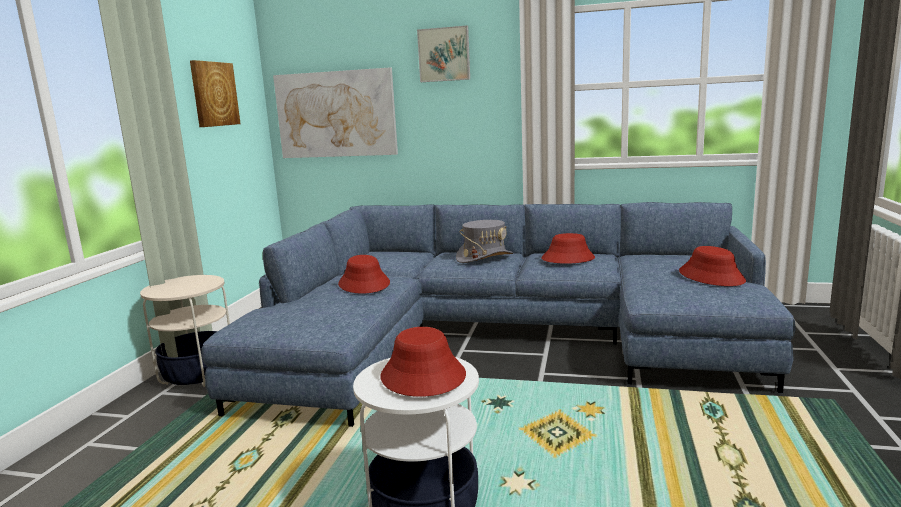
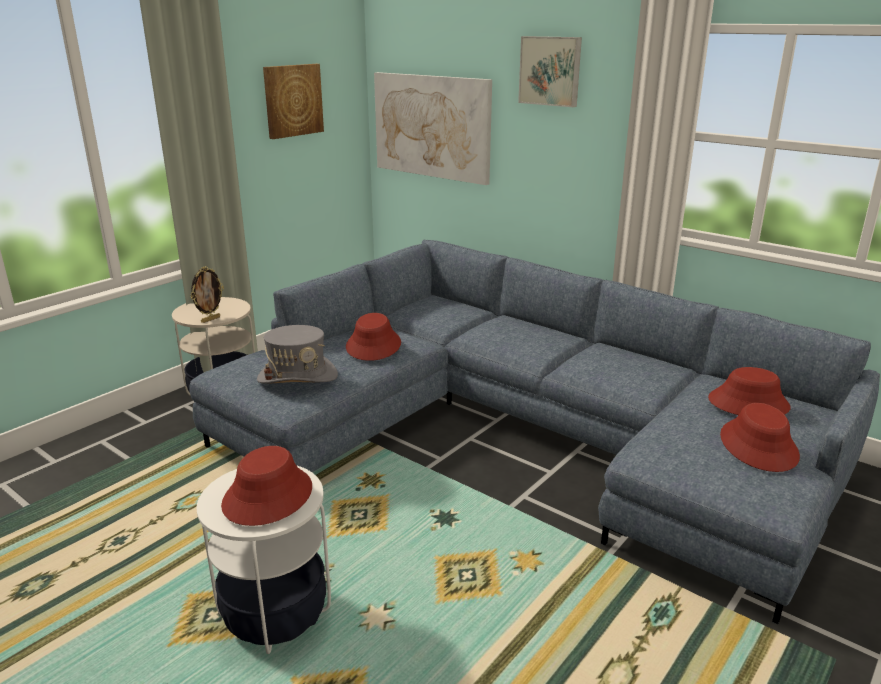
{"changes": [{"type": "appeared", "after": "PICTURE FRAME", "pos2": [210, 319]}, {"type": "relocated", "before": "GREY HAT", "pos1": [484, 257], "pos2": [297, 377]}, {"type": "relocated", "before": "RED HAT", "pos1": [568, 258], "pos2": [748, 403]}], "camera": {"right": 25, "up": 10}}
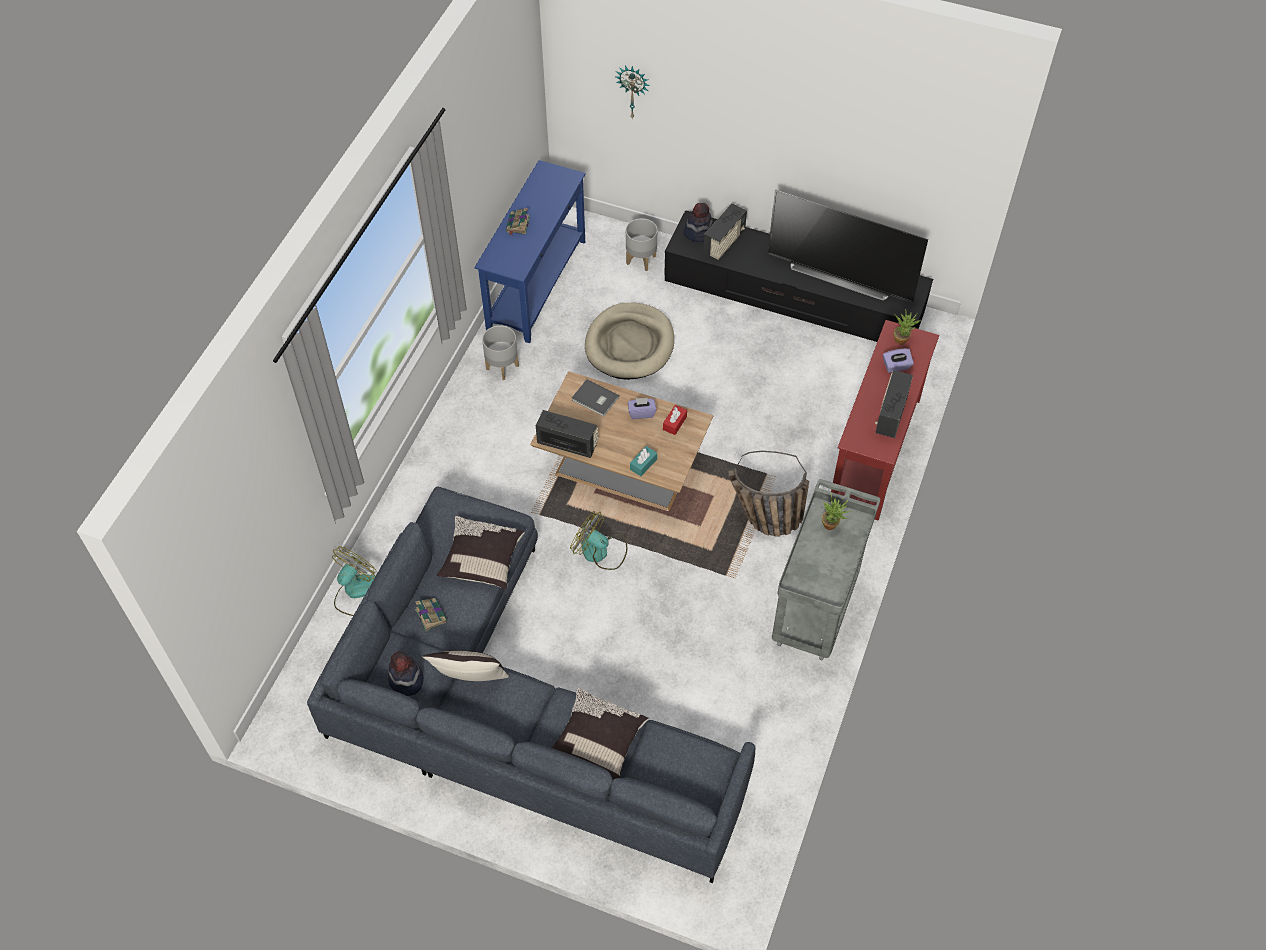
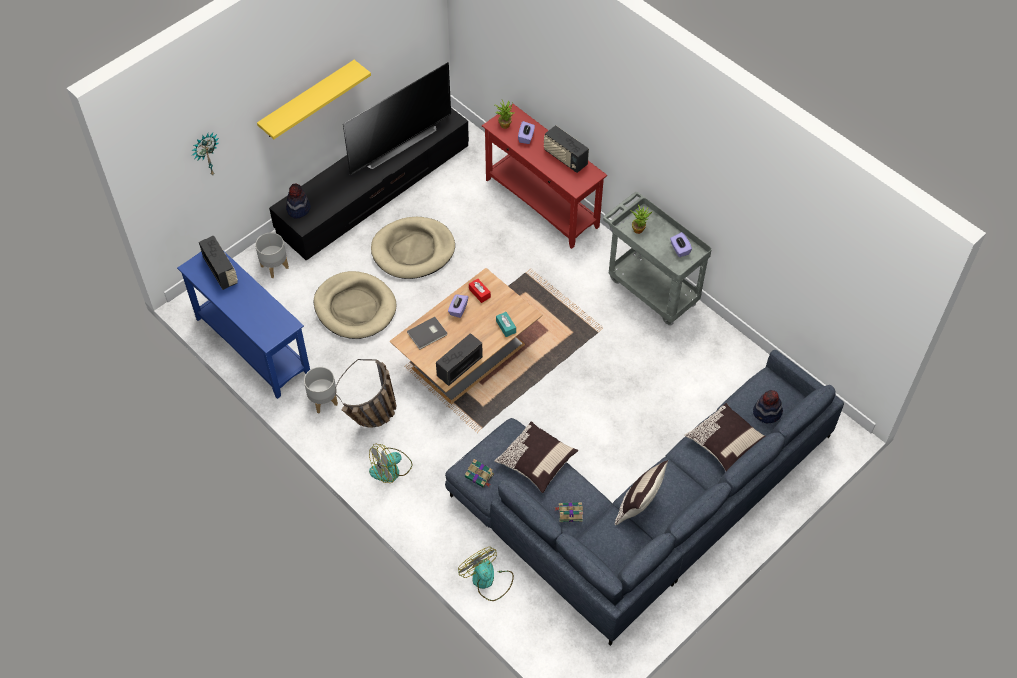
{"changes": [{"type": "relocated", "before": "RADIO", "pos1": [724, 243], "pos2": [221, 271]}, {"type": "appeared", "after": "YELLOW SHELF", "pos2": [307, 100]}, {"type": "relocated", "before": "BASKET", "pos1": [762, 521], "pos2": [373, 419]}, {"type": "relocated", "before": "FAN", "pos1": [600, 552], "pos2": [391, 469]}, {"type": "appeared", "after": "BEIGE DOG BED", "pos2": [413, 250]}, {"type": "relocated", "before": "BOOK", "pos1": [518, 225], "pos2": [480, 476]}, {"type": "appeared", "after": "PURPLE TISSUE BOX", "pos2": [679, 249]}, {"type": "relocated", "before": "HAT", "pos1": [406, 680], "pos2": [767, 413]}], "camera": {"right": -65, "up": 0}}
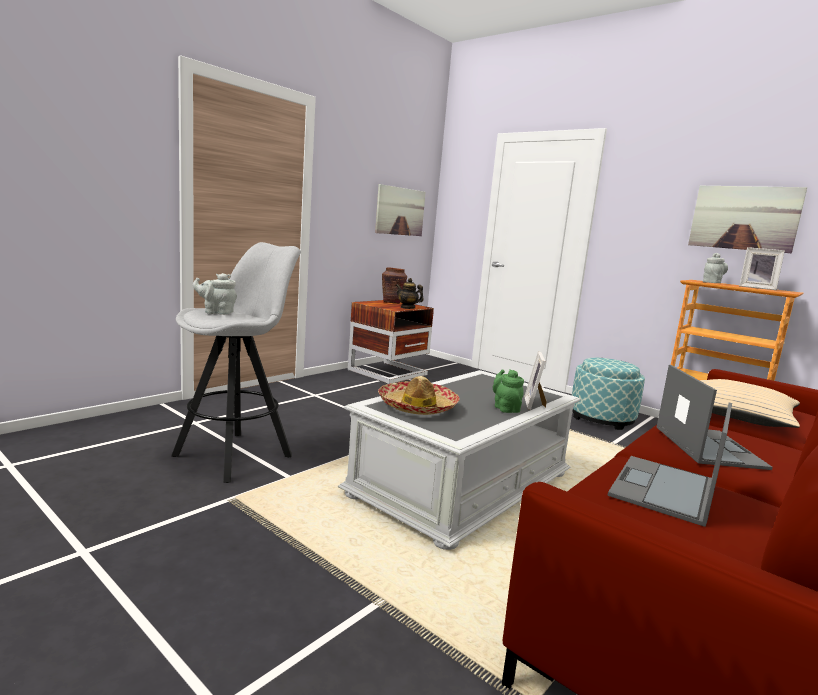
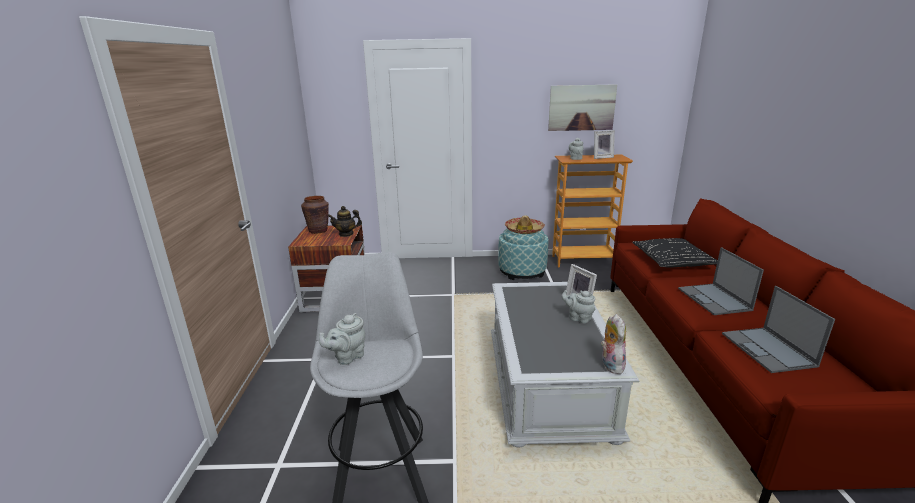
{"changes": [{"type": "relocated", "before": "HAT", "pos1": [417, 407], "pos2": [524, 230]}, {"type": "colour", "before": "GREEN TEAPOT", "after": "GREY TEAPOT", "pos1": [505, 408], "pos2": [578, 318]}, {"type": "appeared", "after": "PLUSH TOY", "pos2": [610, 365]}, {"type": "colour", "before": "BEIGE PILLOW", "after": "BLACK PILLOW", "pos1": [739, 415], "pos2": [672, 260]}, {"type": "spun", "before": "LAPTOP", "pos1": [707, 446], "pos2": [714, 299], "turn": -150}, {"type": "missing", "before": "PICTURE", "pos1": [400, 211]}], "camera": {"right": -40, "up": 10}}
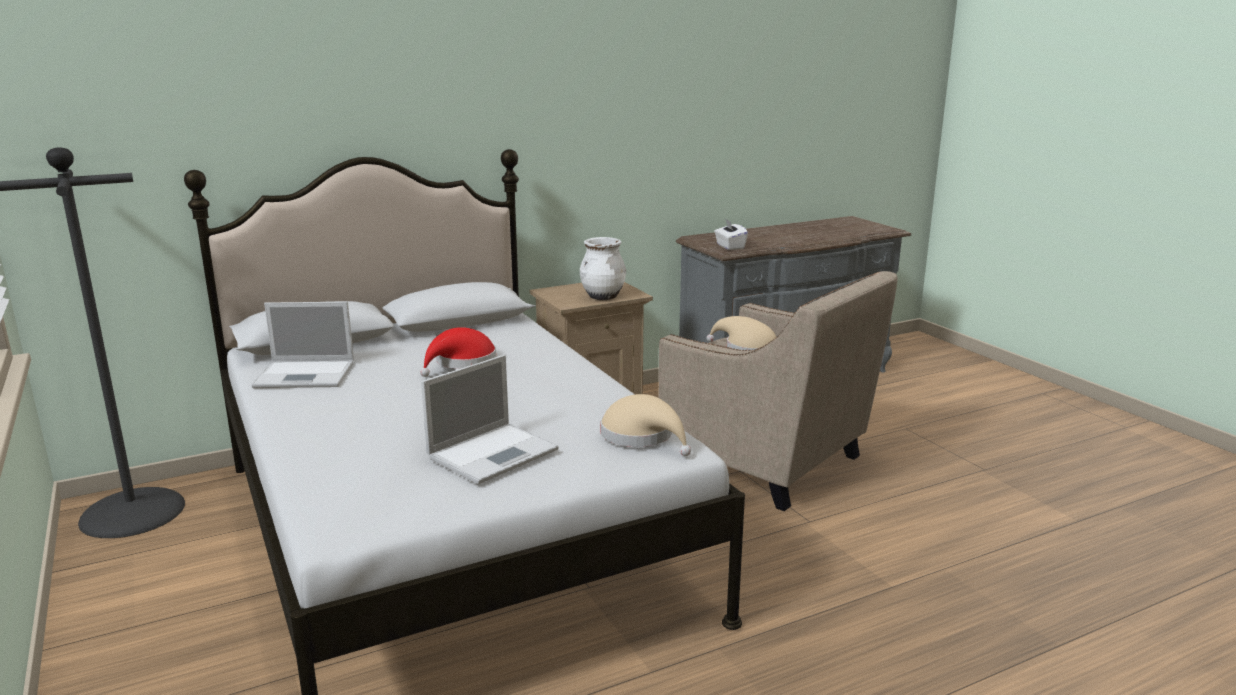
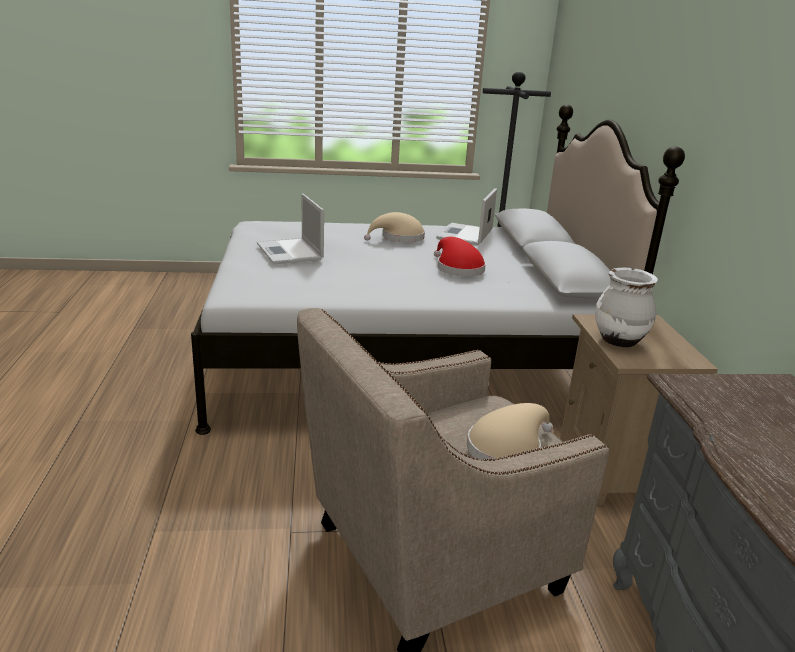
{"changes": [{"type": "relocated", "before": "BEIGE HAT", "pos1": [641, 436], "pos2": [399, 238]}, {"type": "missing", "before": "WHITE TISSUE BOX", "pos1": [730, 246]}], "camera": {"right": 110, "up": 5}}
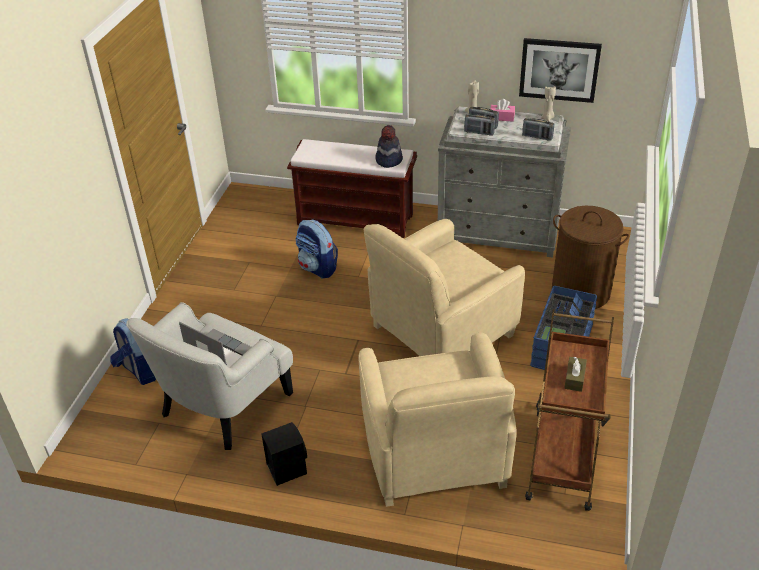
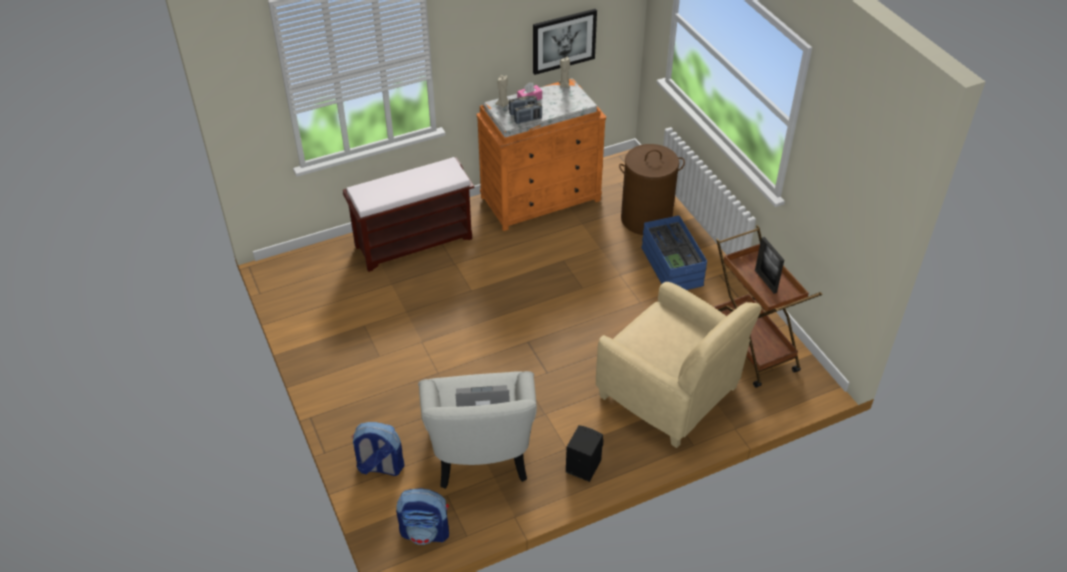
{"changes": [{"type": "relocated", "before": "BACKPACK", "pos1": [318, 268], "pos2": [426, 531]}, {"type": "colour", "before": "GREY DRESSER", "after": "ORANGE DRESSER", "pos1": [498, 232], "pos2": [541, 199]}, {"type": "exchanged", "before": "BROWN TISSUE BOX", "after": "PICTURE FRAME", "pos1": [574, 379], "pos2": [765, 281]}, {"type": "missing", "before": "BEIGE ARMCHAIR", "pos1": [441, 331]}, {"type": "missing", "before": "HAT", "pos1": [388, 160]}, {"type": "missing", "before": "RADIO", "pos1": [537, 137]}], "camera": {"right": -40, "up": 5}}
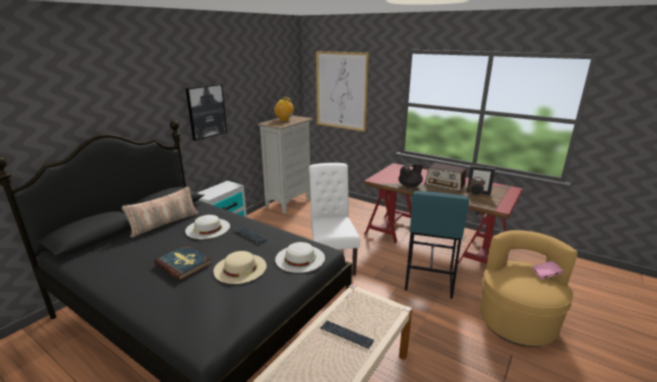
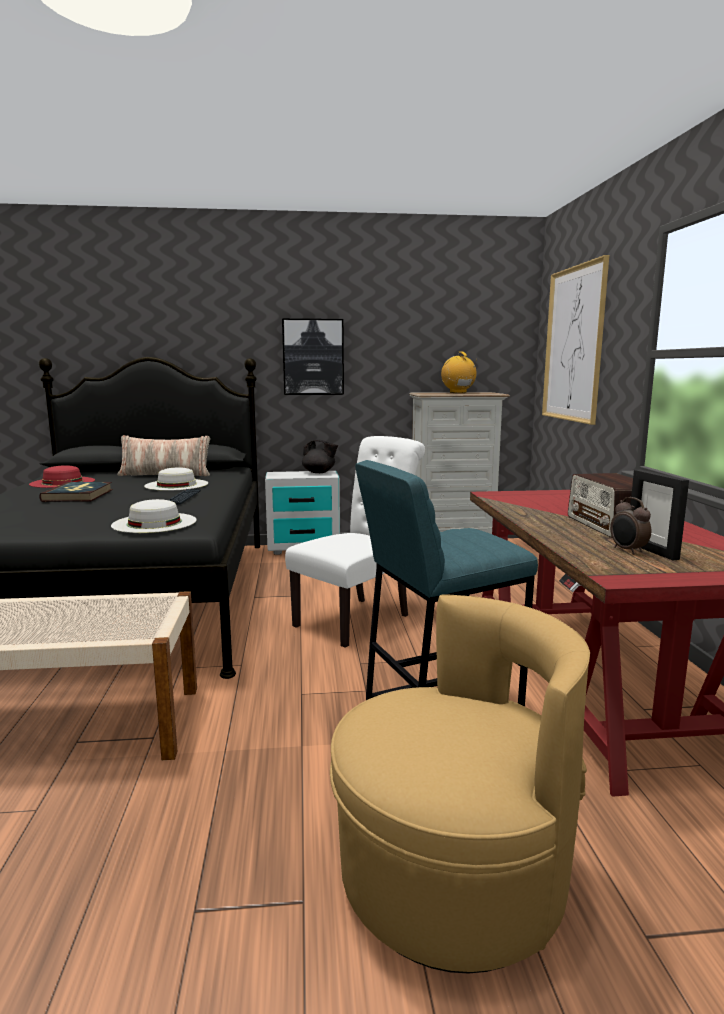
{"changes": [{"type": "appeared", "after": "RED HAT", "pos2": [62, 482]}, {"type": "relocated", "before": "BLACK TEAPOT", "pos1": [410, 186], "pos2": [319, 472]}, {"type": "missing", "before": "BEIGE HAT", "pos1": [240, 268]}, {"type": "missing", "before": "KEYBOARD", "pos1": [346, 335]}, {"type": "missing", "before": "PINK BOOK", "pos1": [545, 275]}], "camera": {"right": 50, "up": -10}}
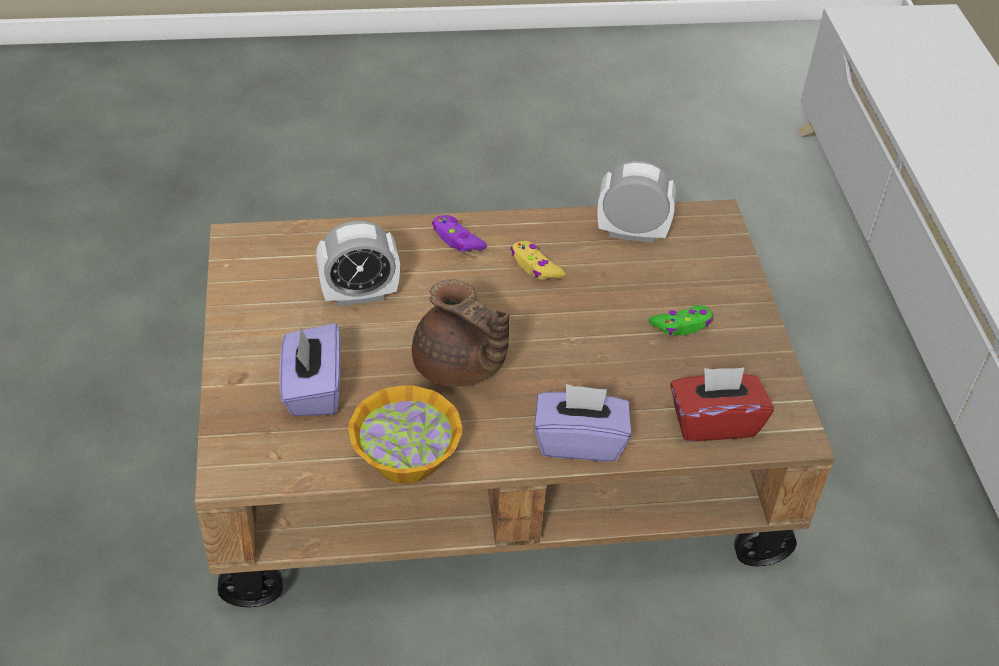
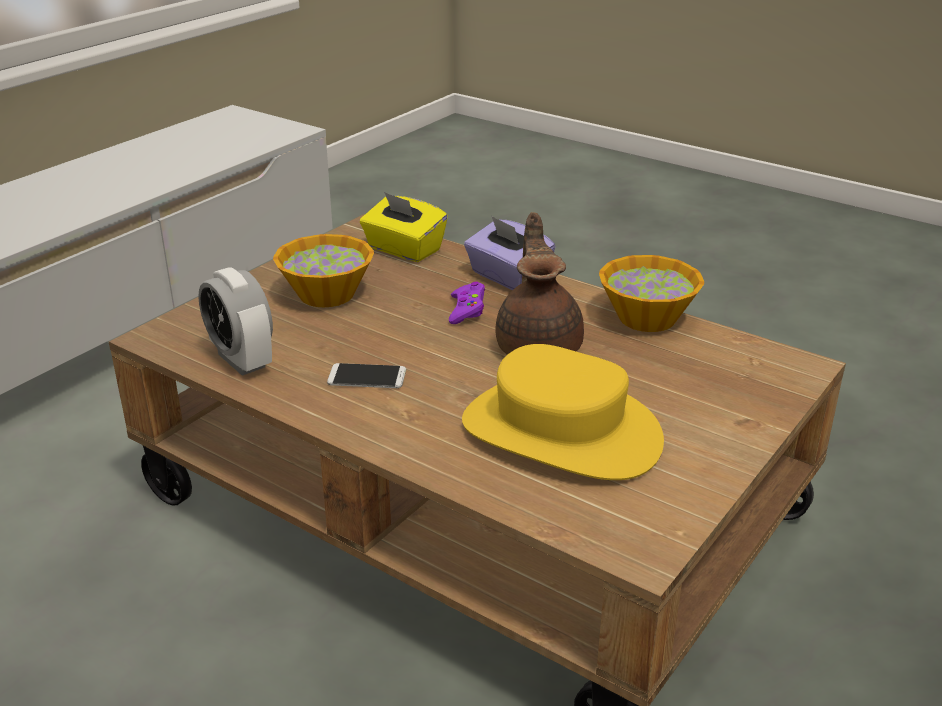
{"changes": [{"type": "exchanged", "before": "GREEN GAME CONTROLLER", "after": "BOWL", "pos1": [682, 325], "pos2": [327, 294]}, {"type": "exchanged", "before": "YELLOW GAME CONTROLLER", "after": "PHONE", "pos1": [535, 266], "pos2": [367, 377]}, {"type": "colour", "before": "RED TISSUE BOX", "after": "YELLOW TISSUE BOX", "pos1": [714, 422], "pos2": [404, 250]}, {"type": "relocated", "before": "PURPLE GAME CONTROLLER", "pos1": [457, 239], "pos2": [467, 310]}, {"type": "exchanged", "before": "ALARM CLOCK", "after": "YELLOW HAT", "pos1": [359, 295], "pos2": [560, 432]}, {"type": "missing", "before": "PURPLE TISSUE BOX", "pos1": [313, 389]}], "camera": {"right": -135, "up": -15}}
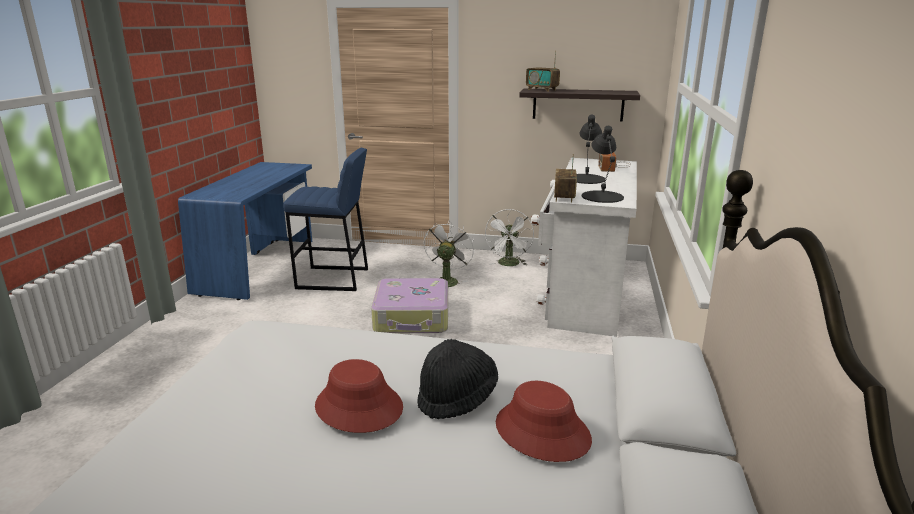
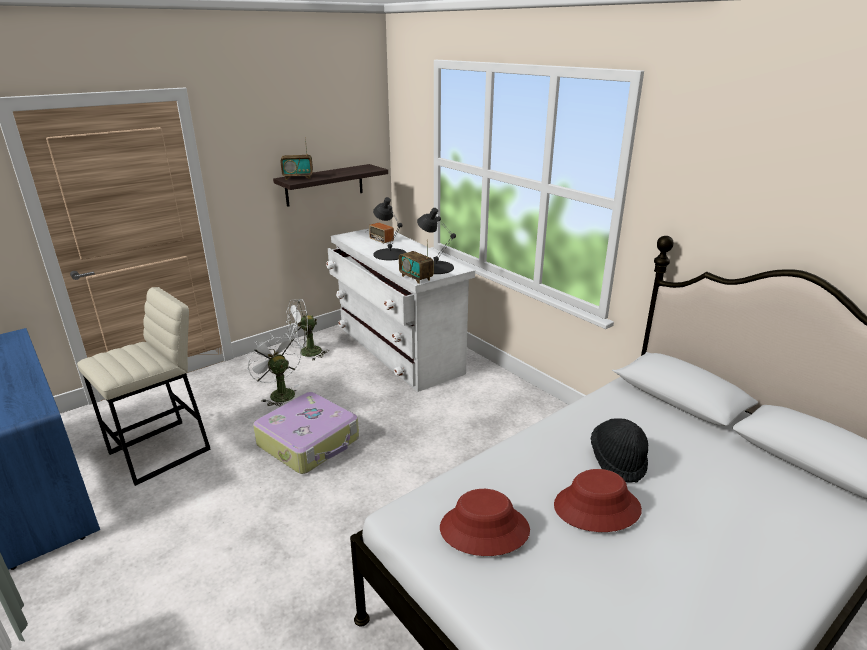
{"changes": [{"type": "colour", "before": "BLUE STOOL", "after": "BEIGE STOOL", "pos1": [335, 279], "pos2": [162, 450]}, {"type": "spun", "before": "WHITE FAN", "pos1": [509, 264], "pos2": [306, 353], "turn": 105}, {"type": "relocated", "before": "RED HAT", "pos1": [541, 432], "pos2": [484, 529]}], "camera": {"right": -50, "up": 5}}
